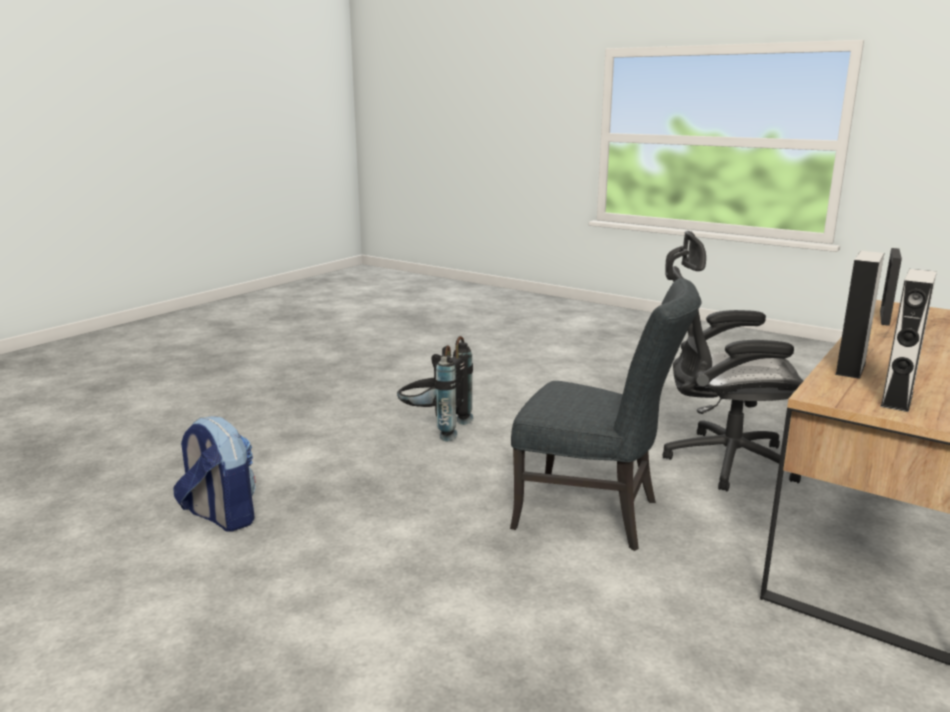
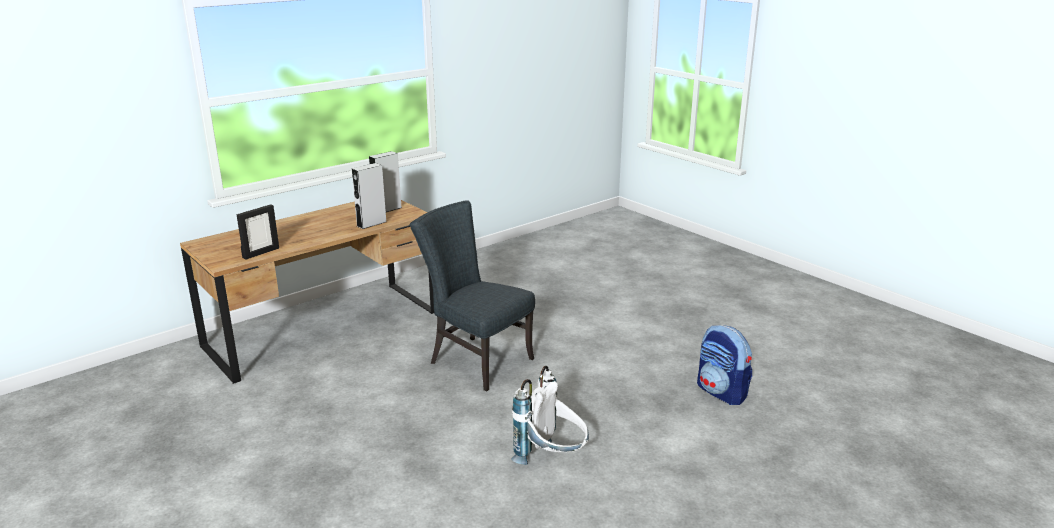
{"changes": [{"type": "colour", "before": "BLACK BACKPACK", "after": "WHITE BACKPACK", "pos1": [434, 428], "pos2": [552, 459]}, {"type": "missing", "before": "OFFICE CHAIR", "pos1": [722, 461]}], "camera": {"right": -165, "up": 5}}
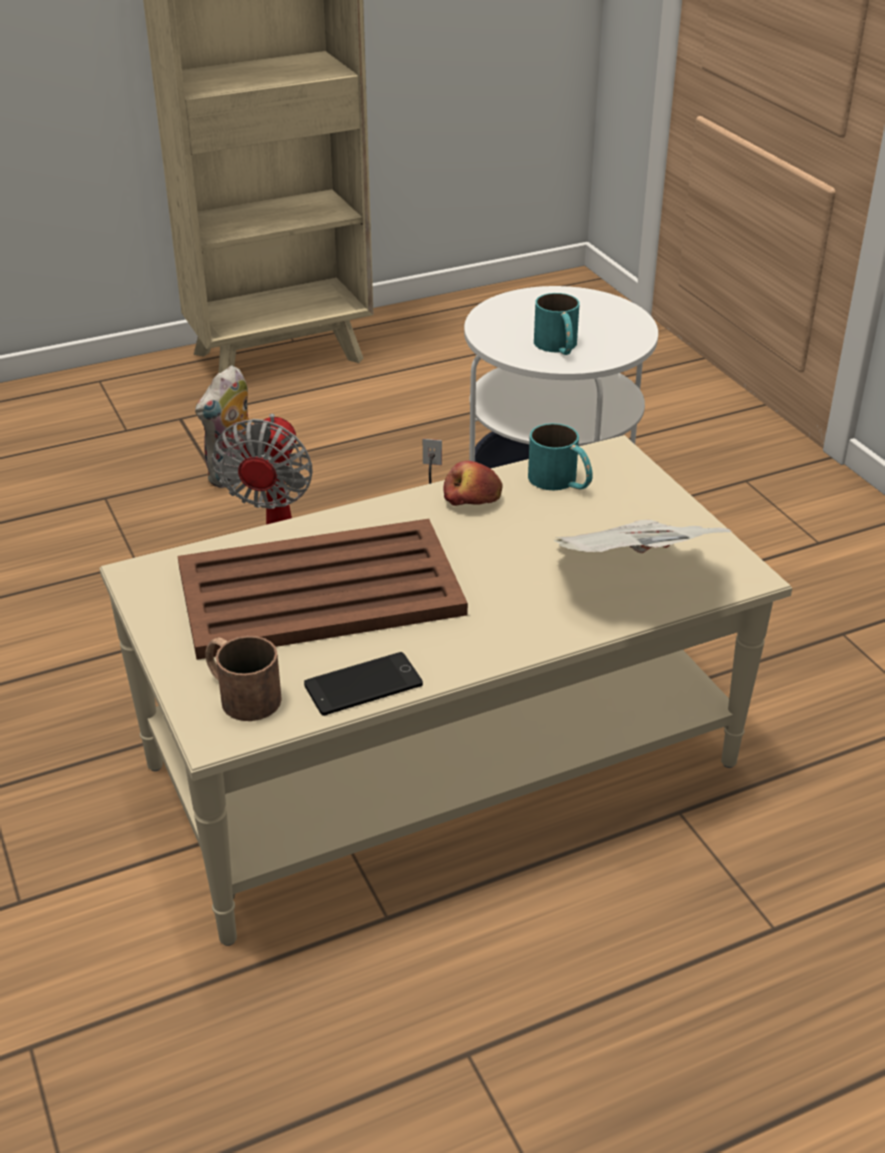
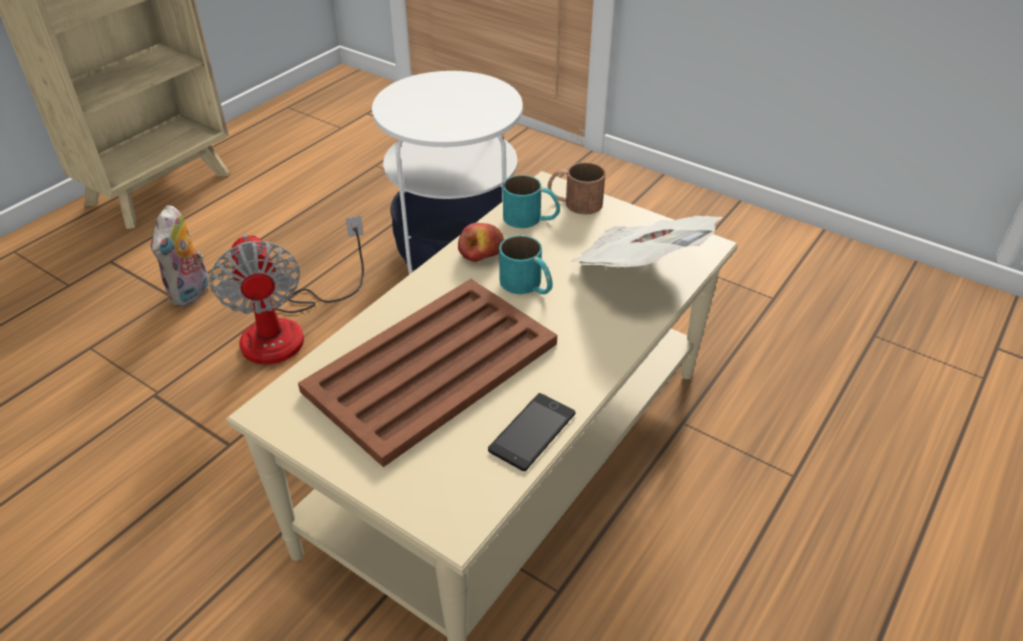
{"changes": [{"type": "relocated", "before": "TURQUOISE MUG", "pos1": [558, 347], "pos2": [528, 286]}, {"type": "relocated", "before": "BROWN MUG", "pos1": [240, 694], "pos2": [574, 203]}], "camera": {"right": -30, "up": 5}}
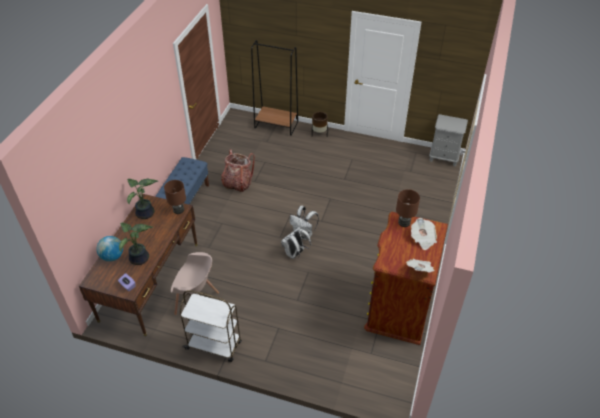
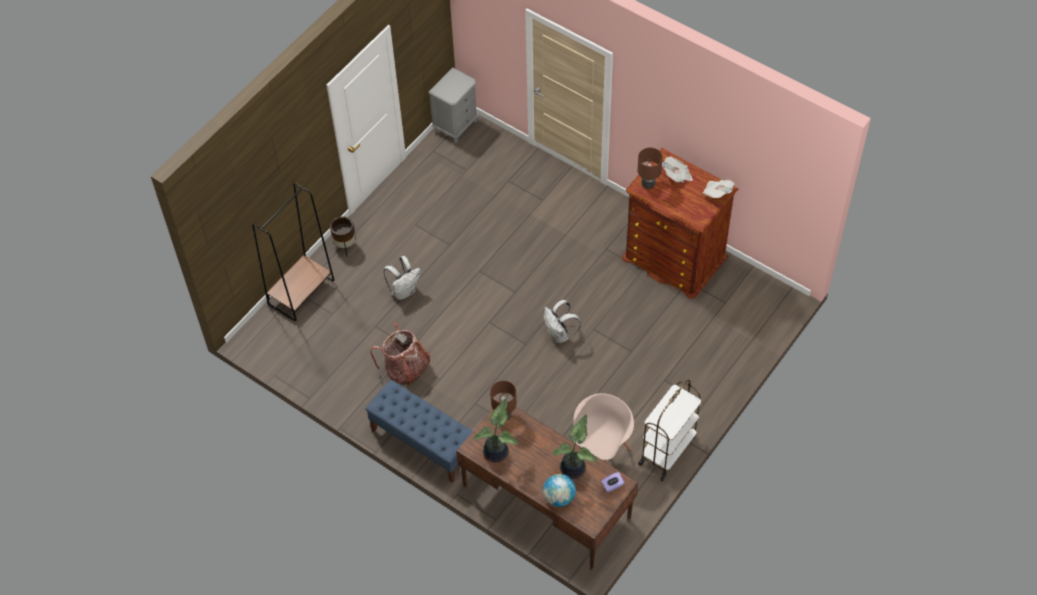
{"changes": [{"type": "relocated", "before": "WHITE BACKPACK", "pos1": [304, 234], "pos2": [404, 291]}], "camera": {"right": -70, "up": 10}}
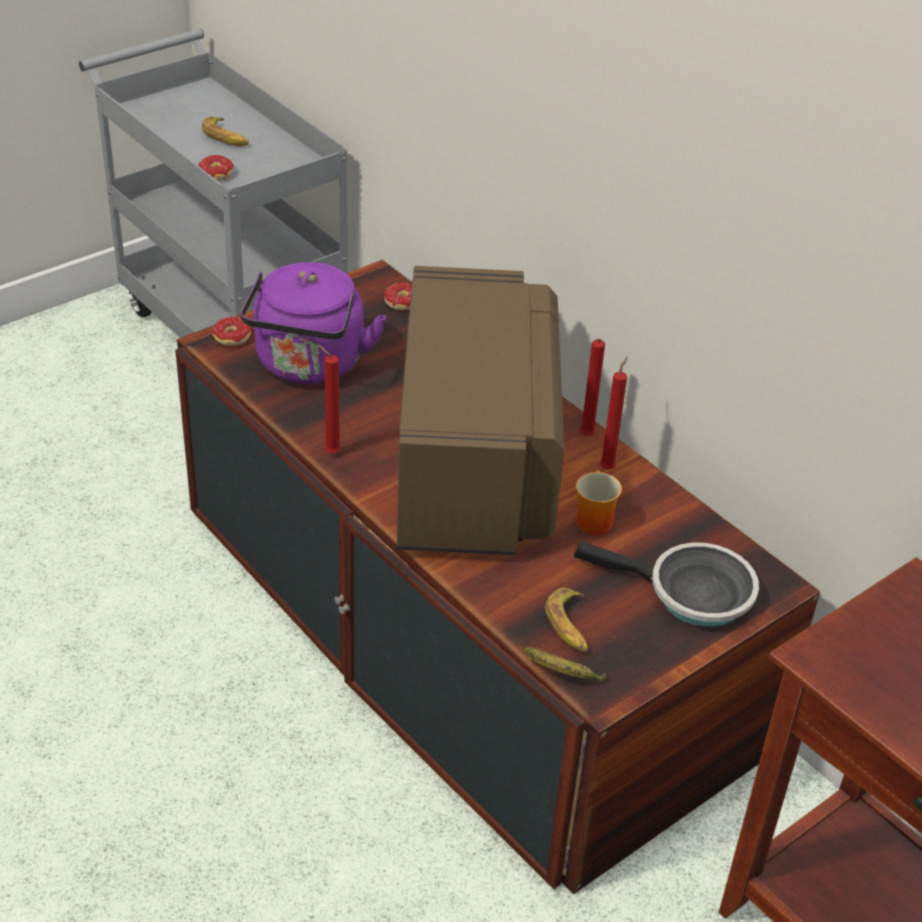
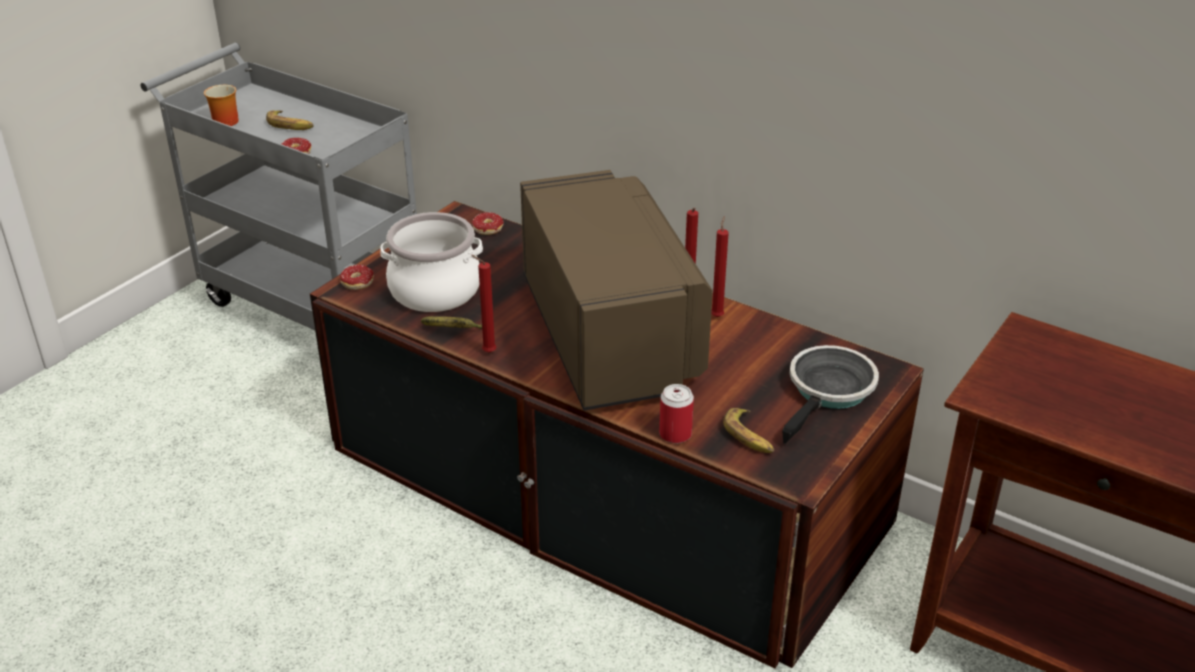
{"changes": [{"type": "relocated", "before": "MUG", "pos1": [591, 520], "pos2": [223, 120]}, {"type": "exchanged", "before": "PURPLE KETTLE", "after": "COOKING POT", "pos1": [309, 366], "pos2": [435, 291]}, {"type": "relocated", "before": "BANANA", "pos1": [562, 674], "pos2": [452, 331]}, {"type": "appeared", "after": "CAN", "pos2": [675, 434]}, {"type": "spun", "before": "FRYING PAN", "pos1": [691, 594], "pos2": [829, 392], "turn": -60}], "camera": {"right": -15, "up": -5}}
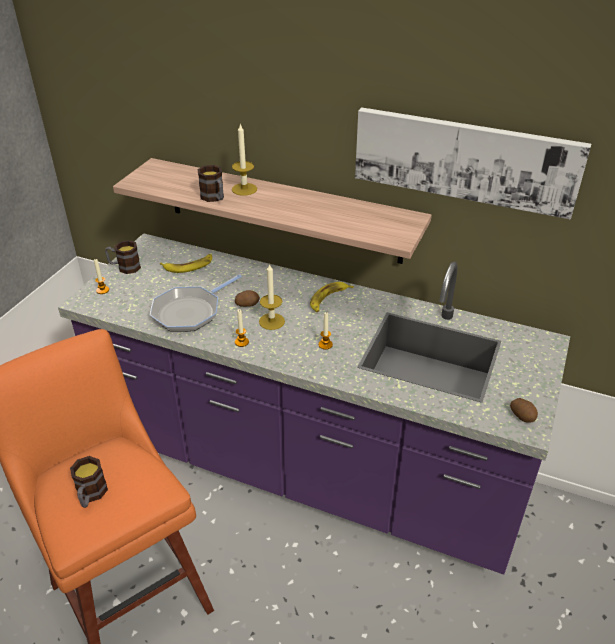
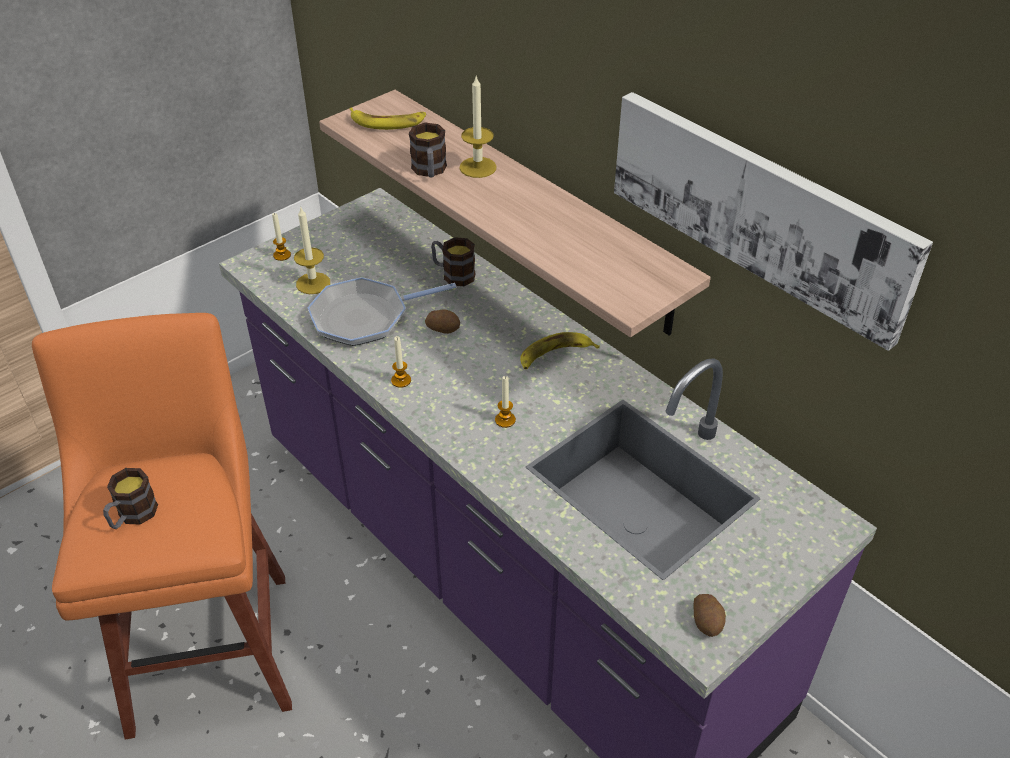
{"changes": [{"type": "relocated", "before": "CANDLE", "pos1": [271, 321], "pos2": [313, 283]}, {"type": "relocated", "before": "BANANA", "pos1": [188, 266], "pos2": [387, 122]}, {"type": "relocated", "before": "MUG", "pos1": [124, 267], "pos2": [453, 274]}], "camera": {"right": 25, "up": 5}}
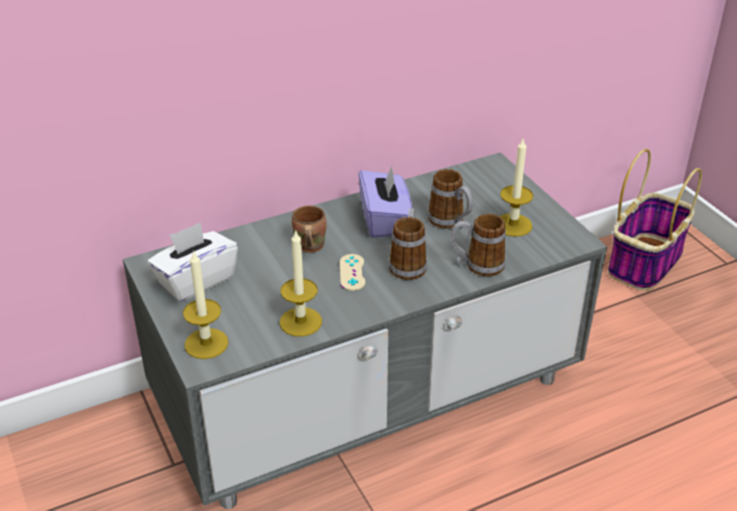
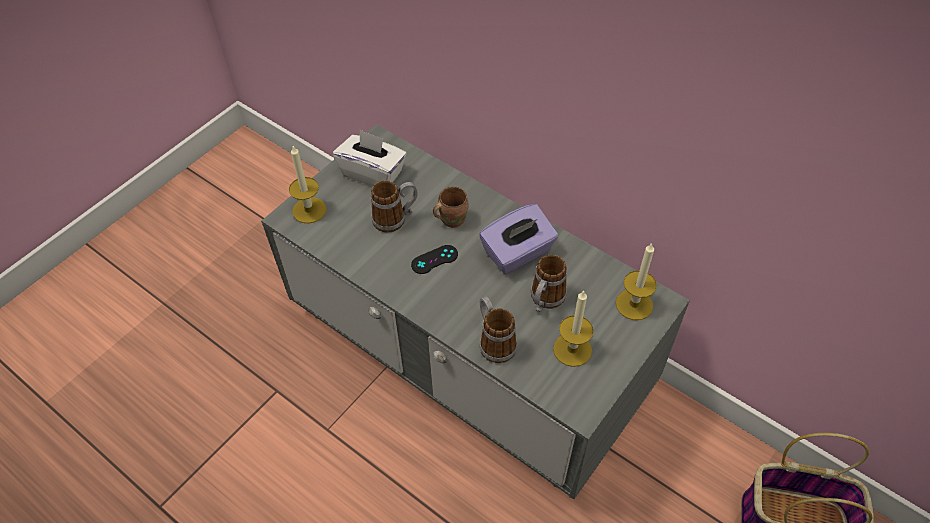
{"changes": [{"type": "relocated", "before": "MUG", "pos1": [408, 263], "pos2": [395, 218]}, {"type": "colour", "before": "BEIGE GAME CONTROLLER", "after": "BLACK GAME CONTROLLER", "pos1": [352, 272], "pos2": [434, 259]}, {"type": "relocated", "before": "CANDLE", "pos1": [300, 322], "pos2": [634, 304]}], "camera": {"right": 65, "up": 15}}
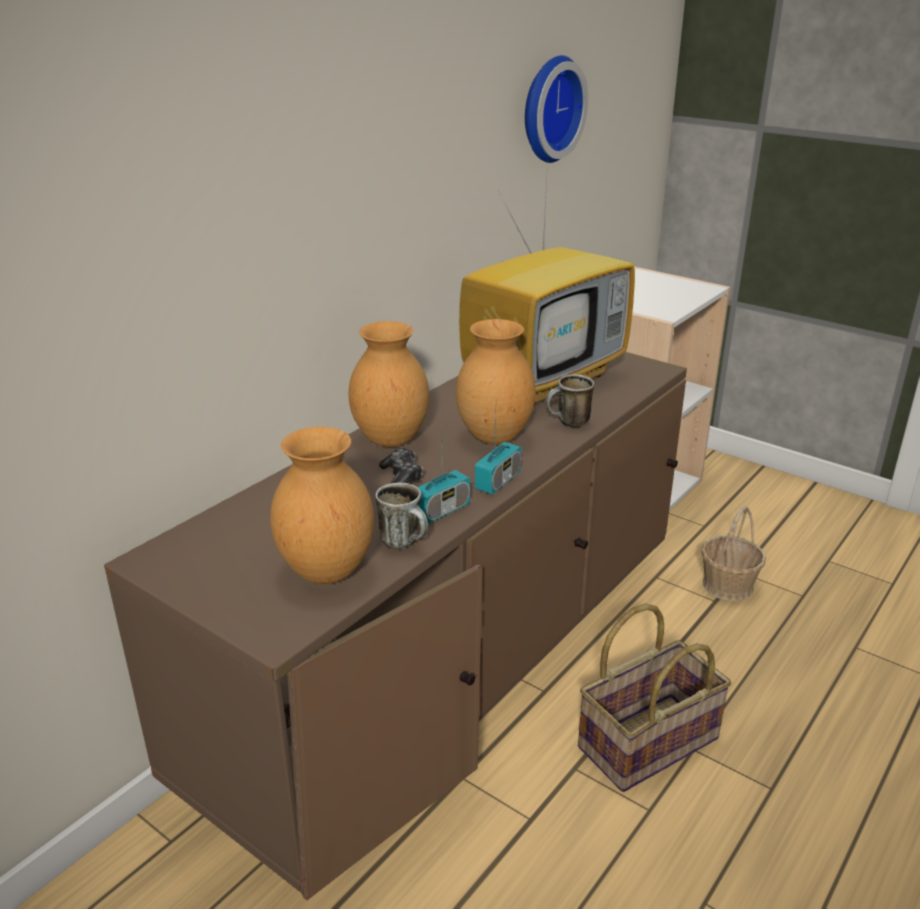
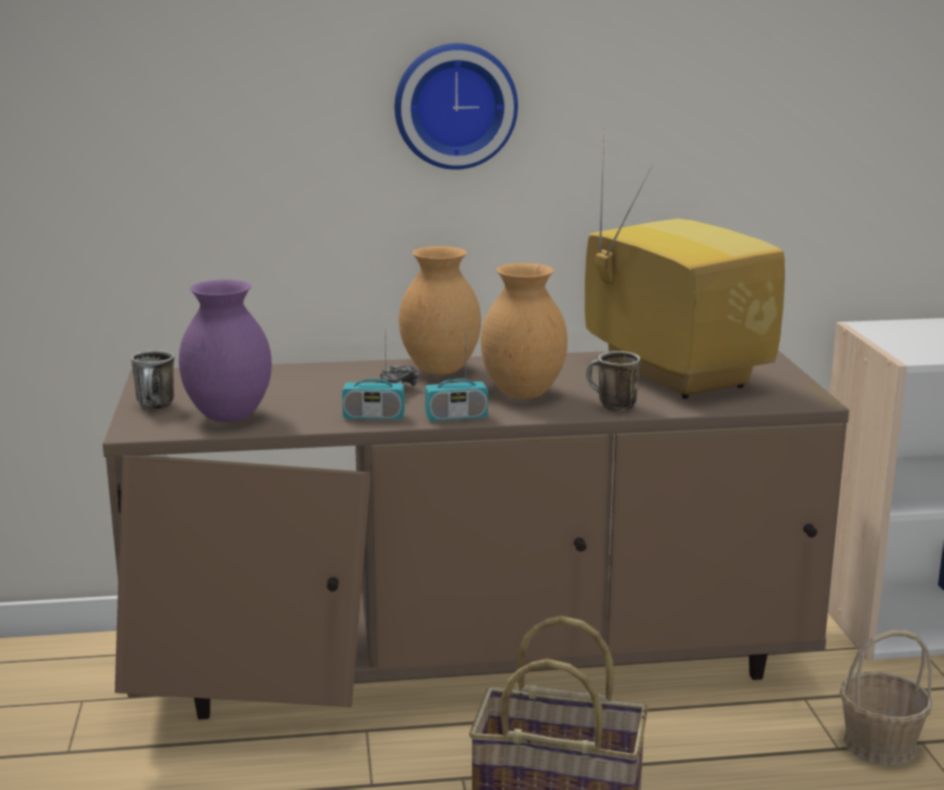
{"changes": [{"type": "relocated", "before": "MUG", "pos1": [406, 542], "pos2": [157, 407]}, {"type": "colour", "before": "BROWN VASE", "after": "PURPLE VASE", "pos1": [326, 571], "pos2": [229, 416]}, {"type": "relocated", "before": "WALL CLOCK", "pos1": [548, 109], "pos2": [455, 105]}, {"type": "spun", "before": "TELEVISION", "pos1": [544, 379], "pos2": [670, 375], "turn": -120}], "camera": {"right": 45, "up": -10}}
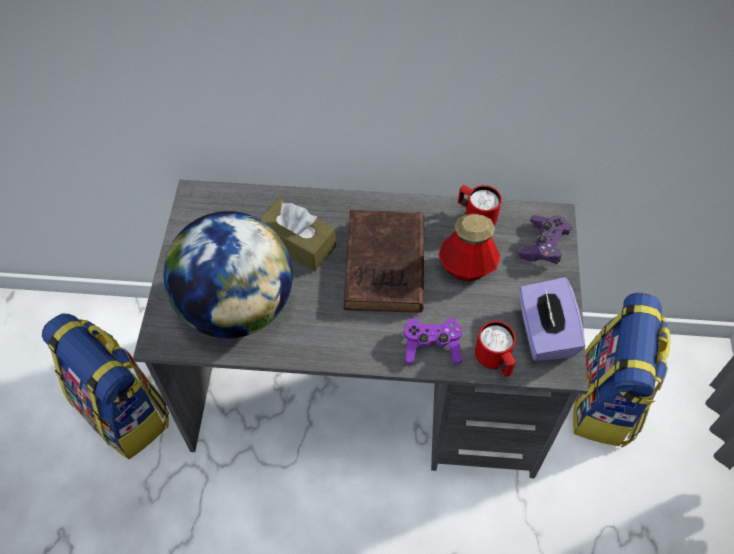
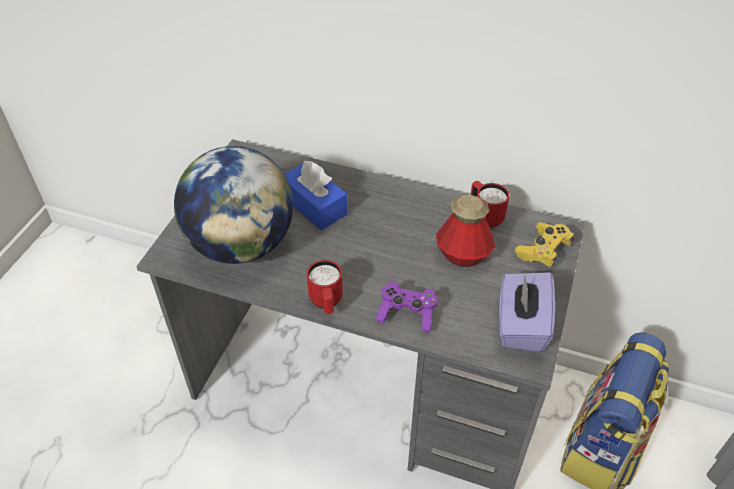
{"changes": [{"type": "colour", "before": "BROWN TISSUE BOX", "after": "BLUE TISSUE BOX", "pos1": [297, 243], "pos2": [314, 205]}, {"type": "relocated", "before": "RED MUG", "pos1": [494, 361], "pos2": [326, 303]}, {"type": "colour", "before": "PURPLE GAME CONTROLLER", "after": "YELLOW GAME CONTROLLER", "pos1": [543, 245], "pos2": [543, 251]}, {"type": "missing", "before": "BACKPACK", "pos1": [124, 412]}, {"type": "missing", "before": "BROWN BOOK", "pos1": [384, 268]}], "camera": {"right": 15, "up": -10}}
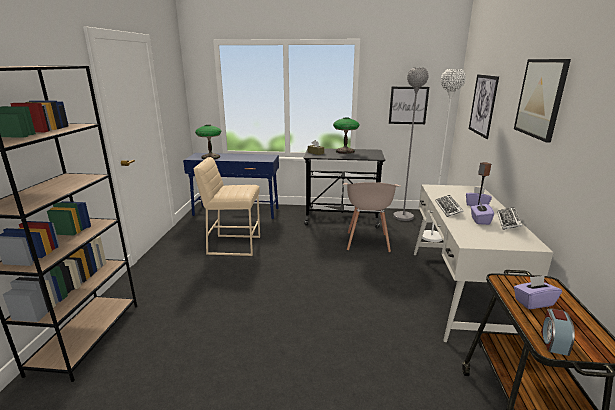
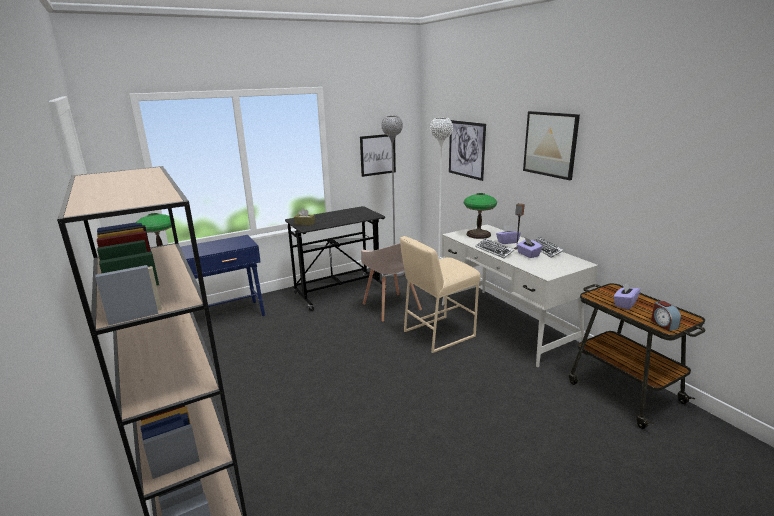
{"changes": [{"type": "relocated", "before": "BEIGE STOOL", "pos1": [233, 245], "pos2": [438, 334]}, {"type": "relocated", "before": "TABLE LAMP", "pos1": [345, 151], "pos2": [478, 234]}], "camera": {"right": -35, "up": 0}}
